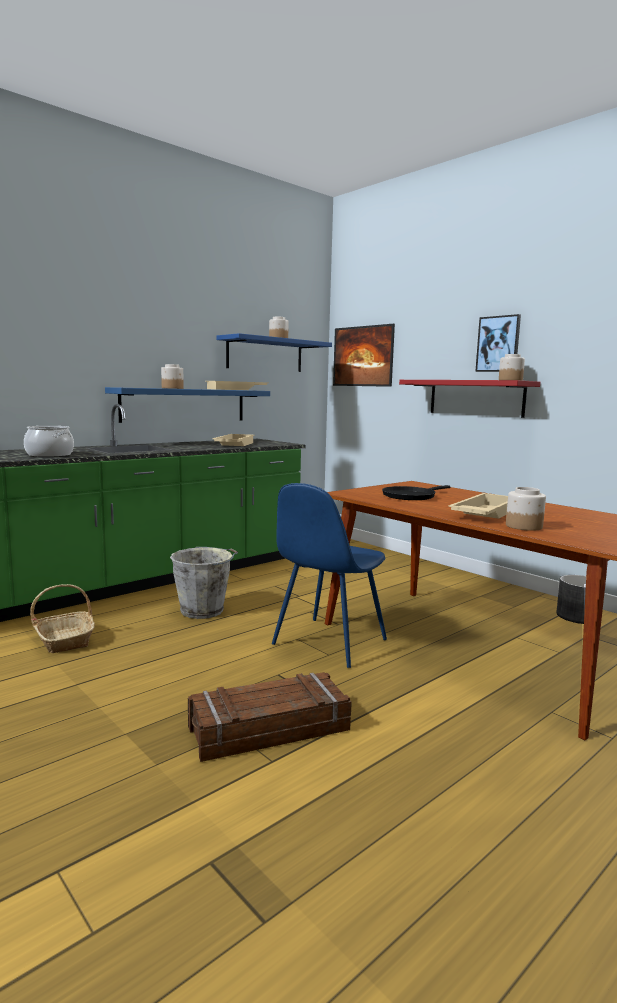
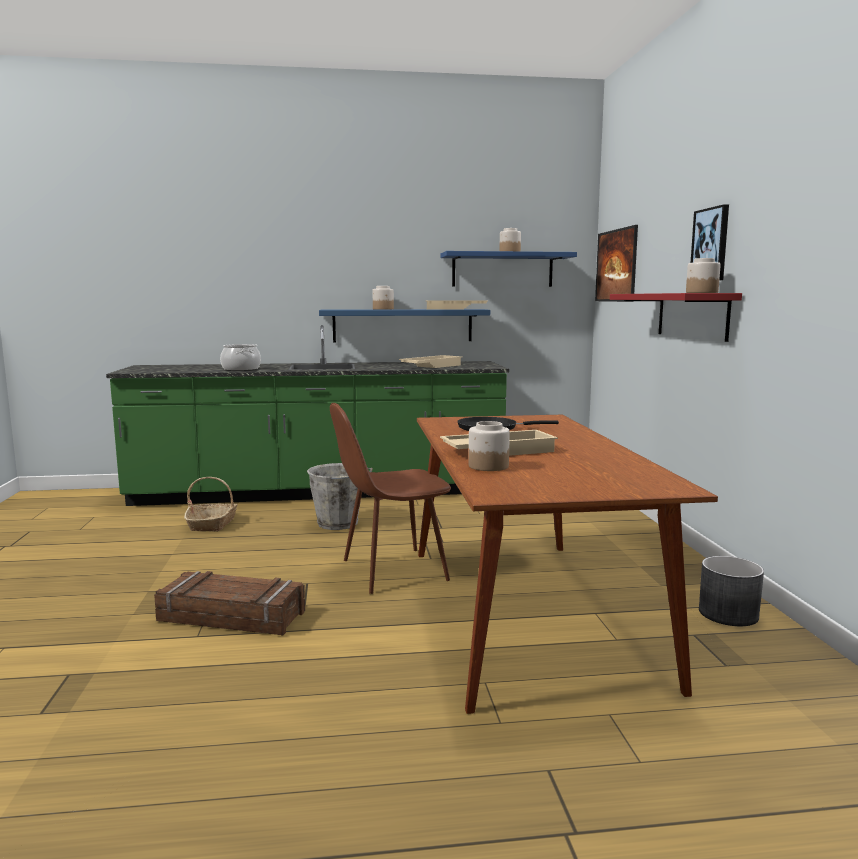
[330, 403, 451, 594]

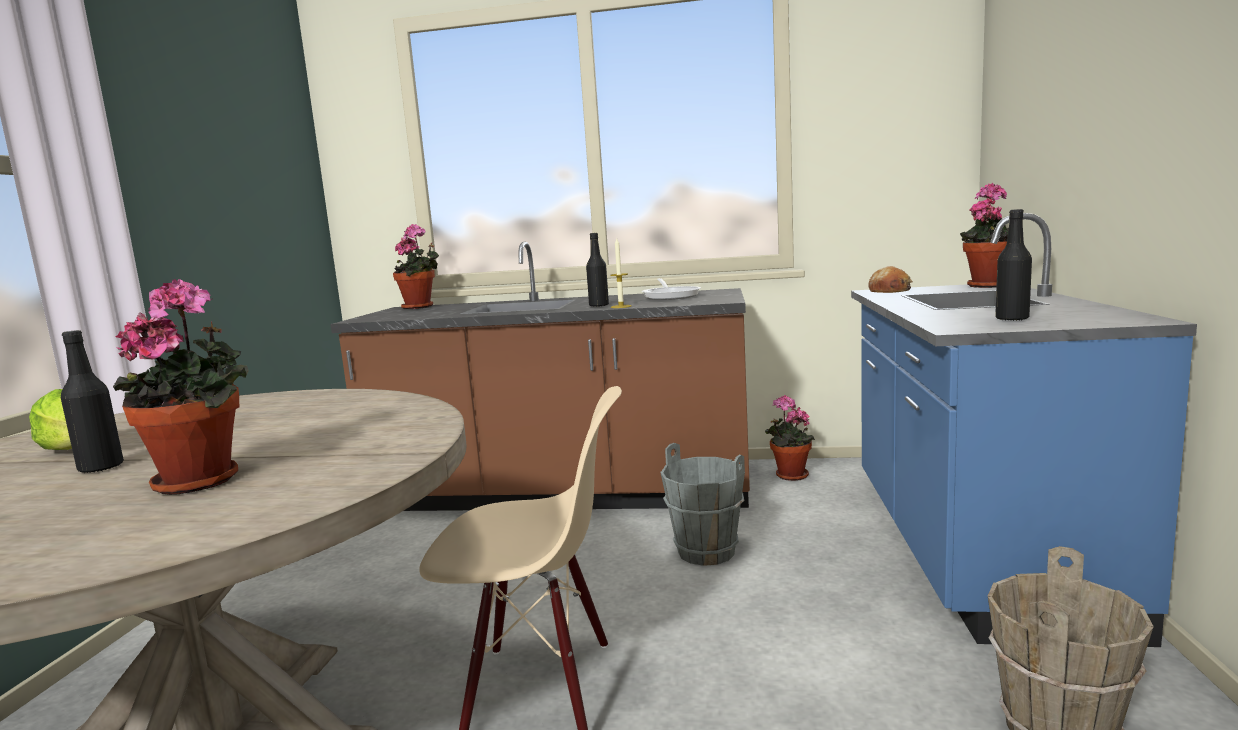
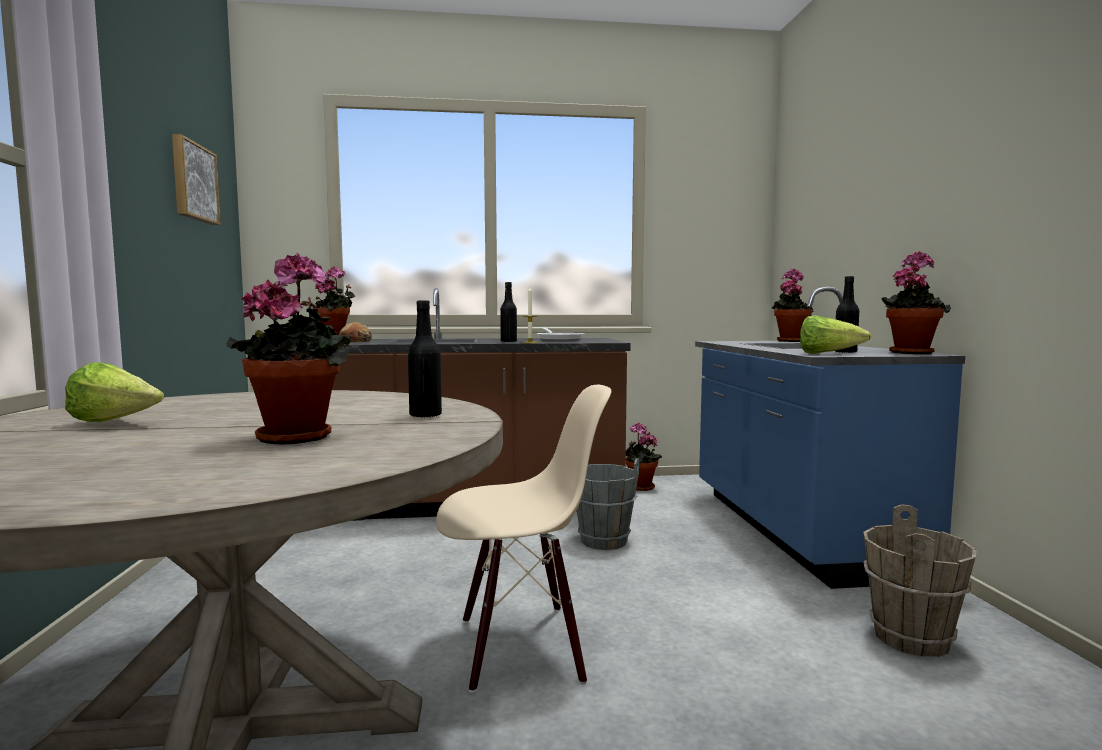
[408, 300, 442, 417]
[339, 322, 372, 342]
[172, 134, 221, 225]
[800, 315, 871, 354]
[882, 251, 951, 354]

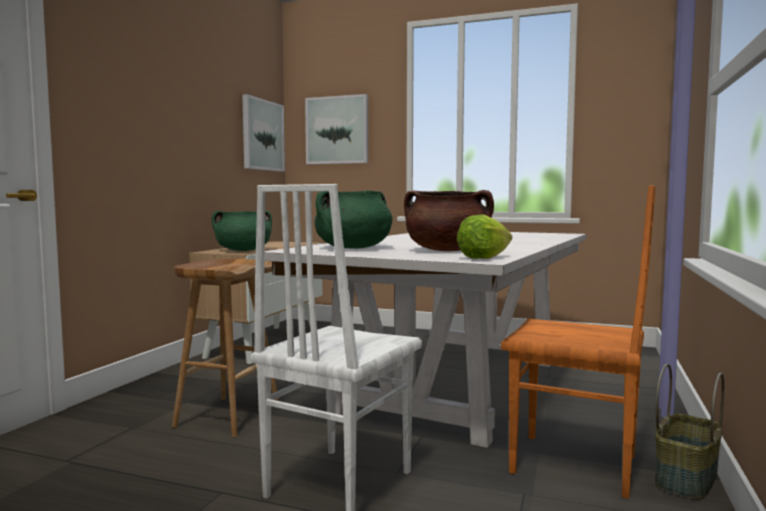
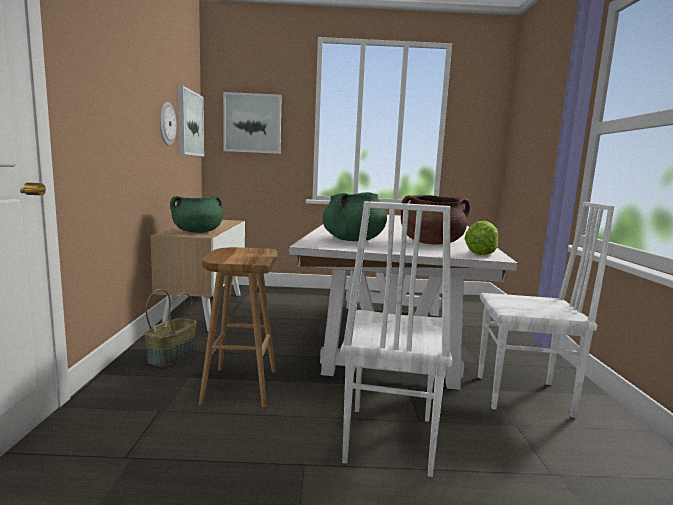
[478, 202, 614, 418]
[144, 289, 197, 367]
[159, 102, 177, 146]

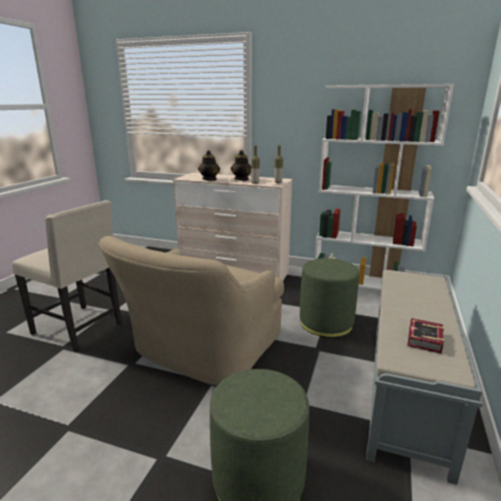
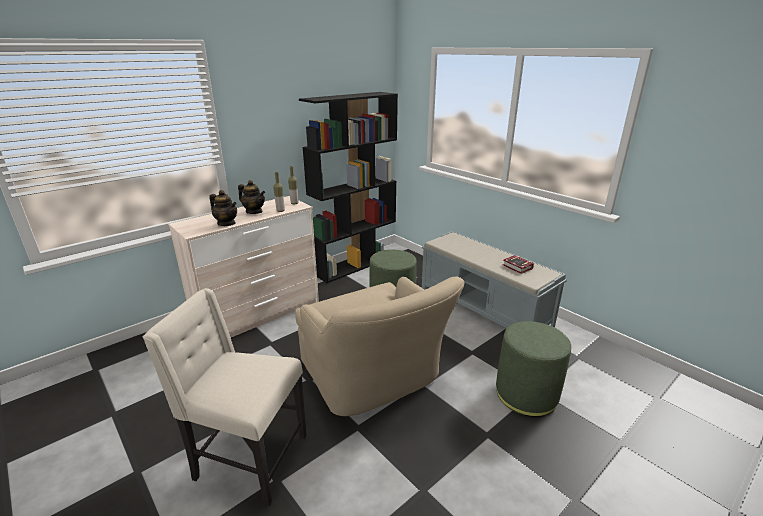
[143, 288, 307, 506]
[299, 92, 398, 283]

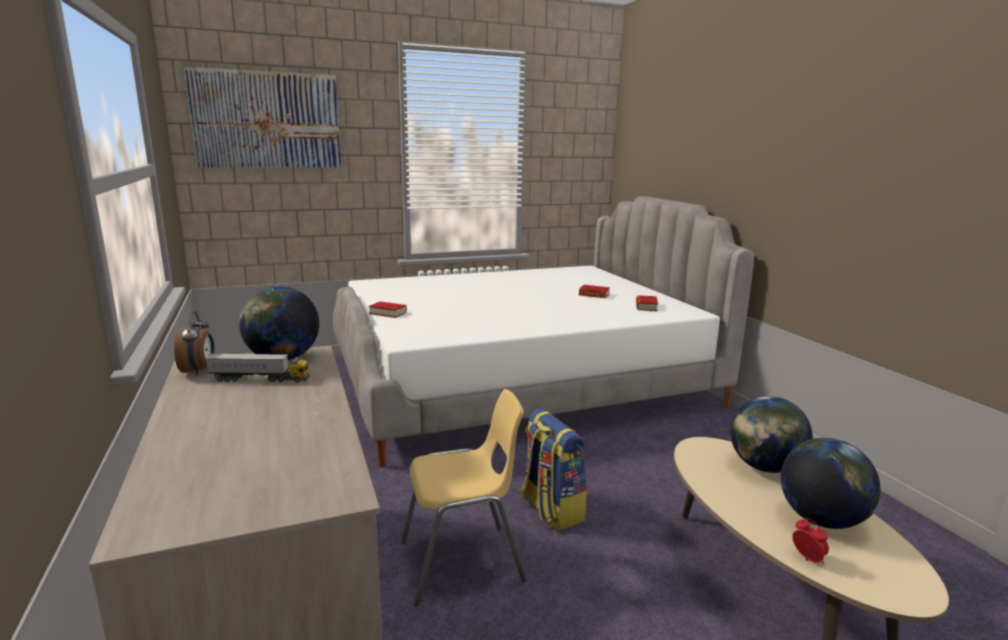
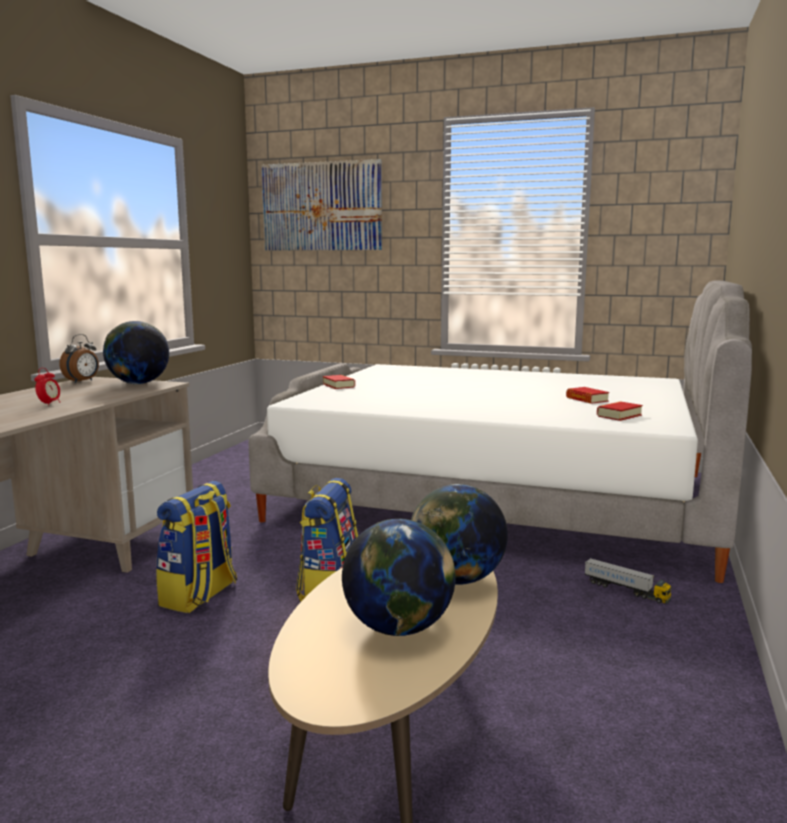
[585, 558, 672, 604]
[156, 481, 237, 613]
[34, 368, 60, 406]

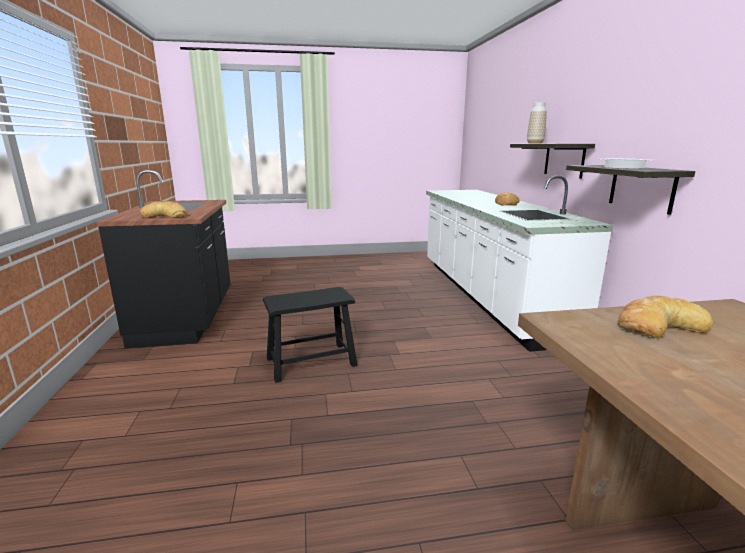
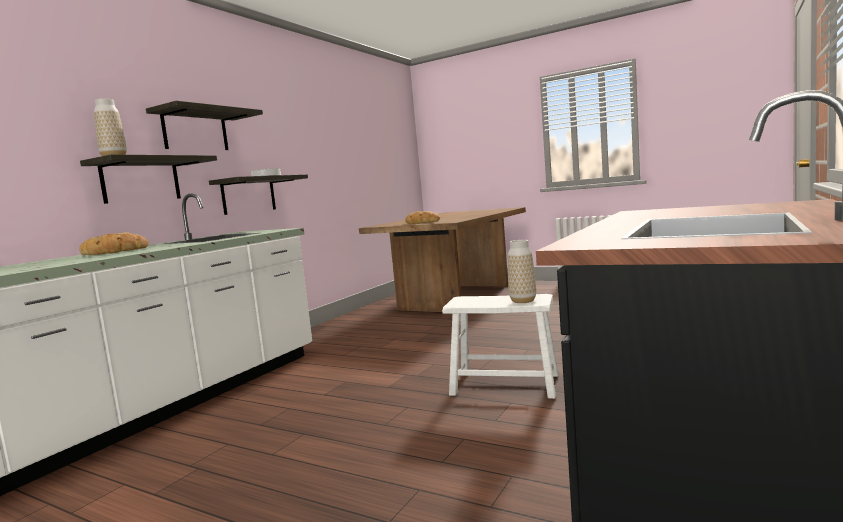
[139, 201, 187, 218] (first image)
[442, 294, 559, 399]
[146, 101, 263, 150]
[508, 240, 536, 303]

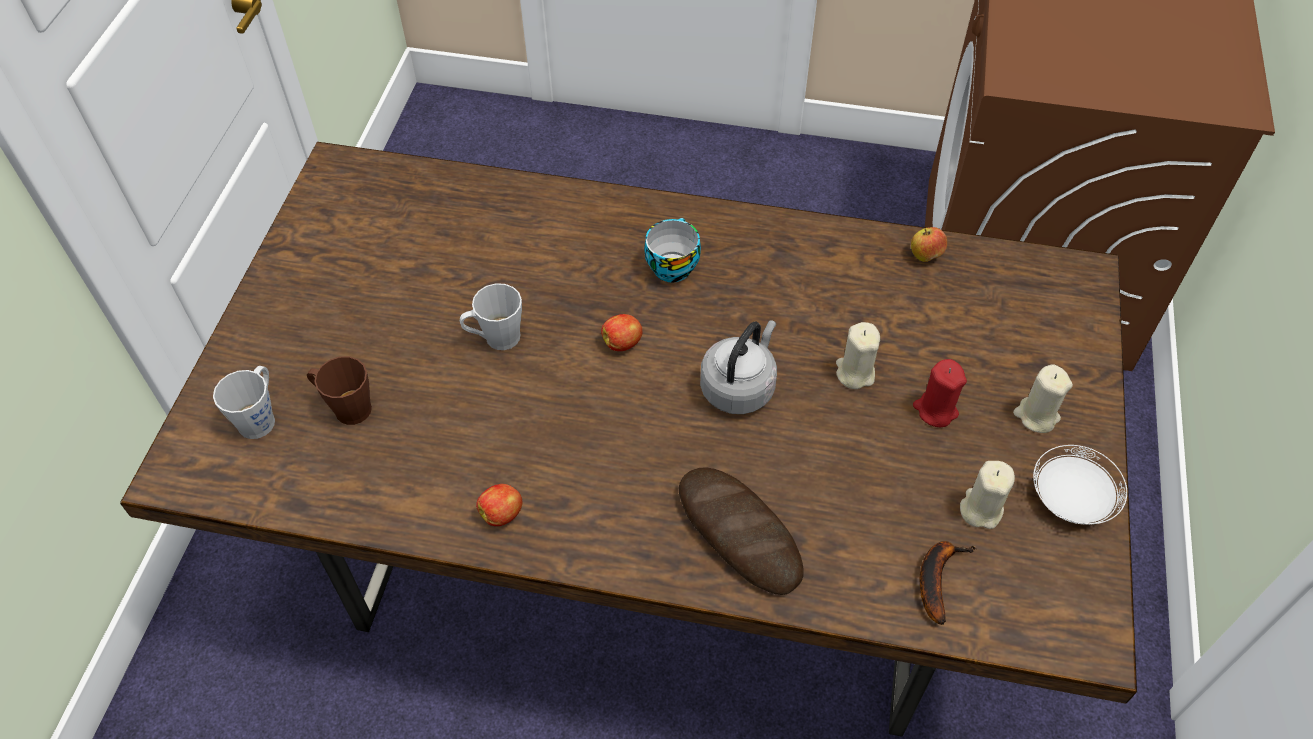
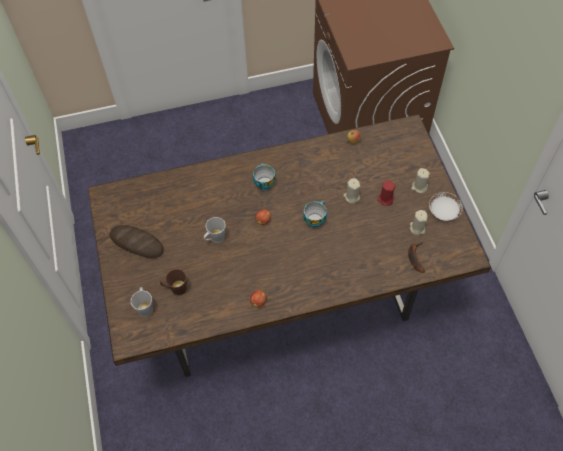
[110, 225, 164, 258]
[303, 201, 327, 228]

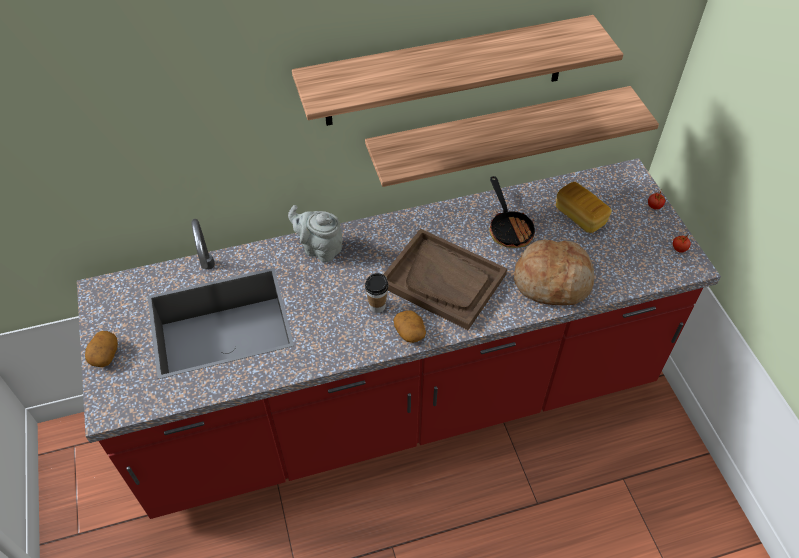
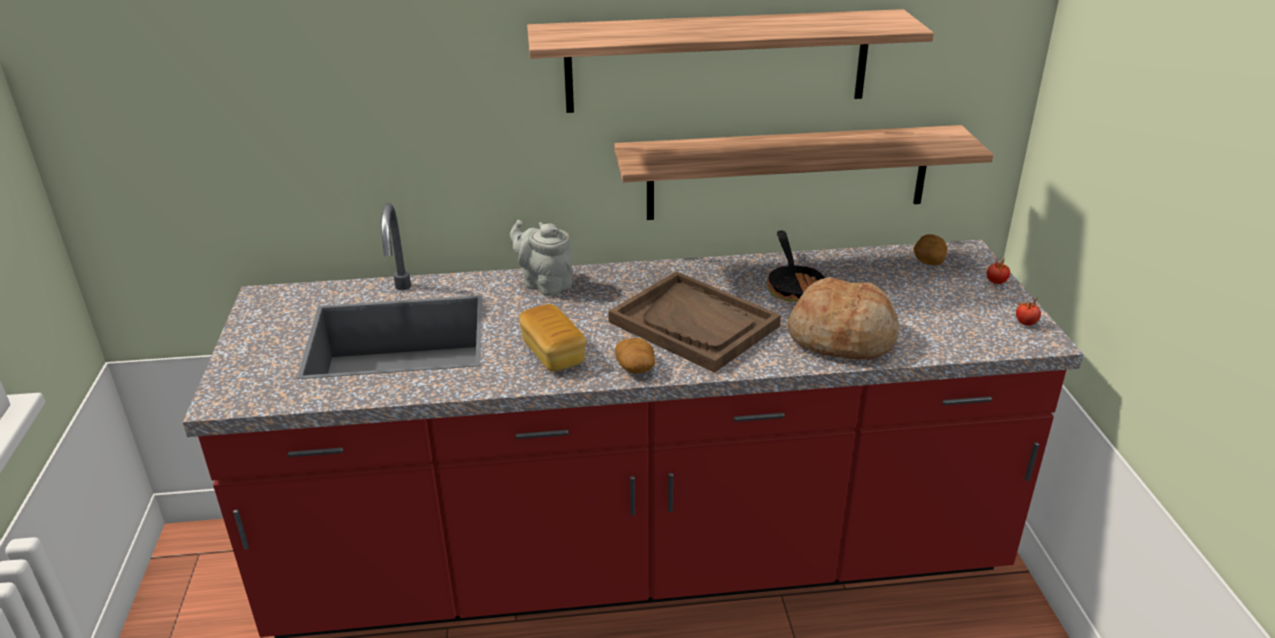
[914, 234, 947, 265]
[365, 273, 388, 313] (first image)
[519, 304, 586, 372]

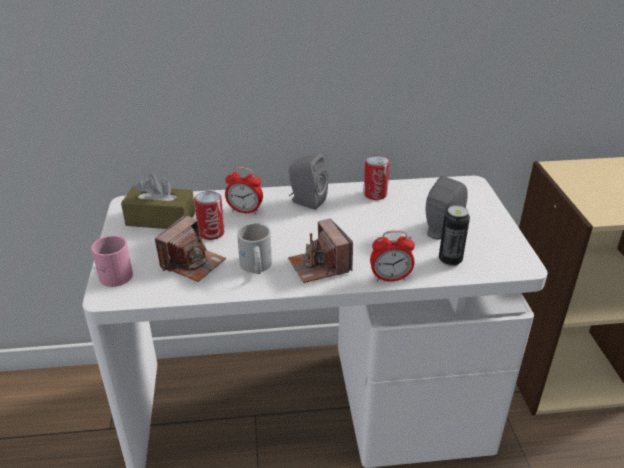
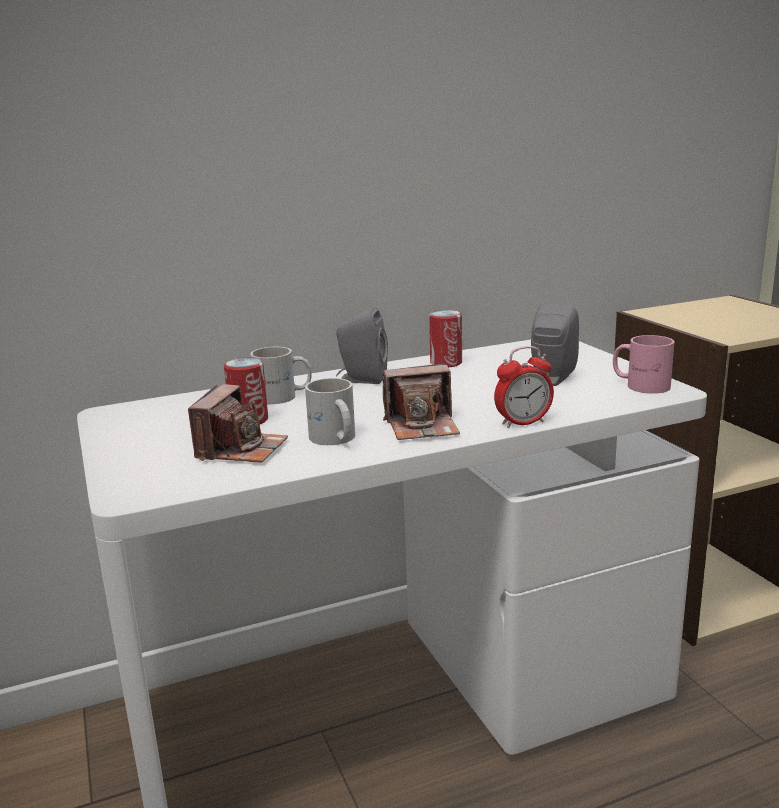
[613, 335, 675, 394]
[121, 174, 195, 229] (first image)
[250, 347, 312, 404]
[382, 363, 460, 440]
[439, 205, 470, 267] (first image)

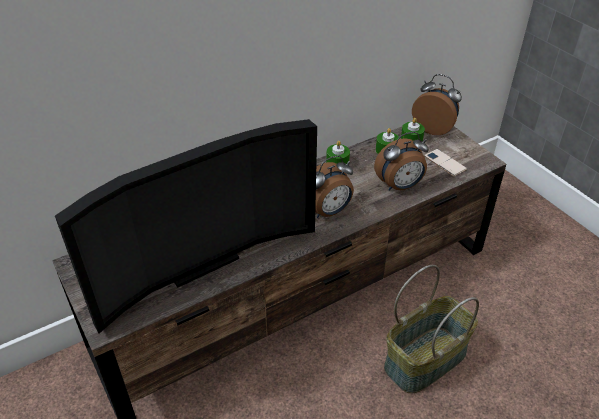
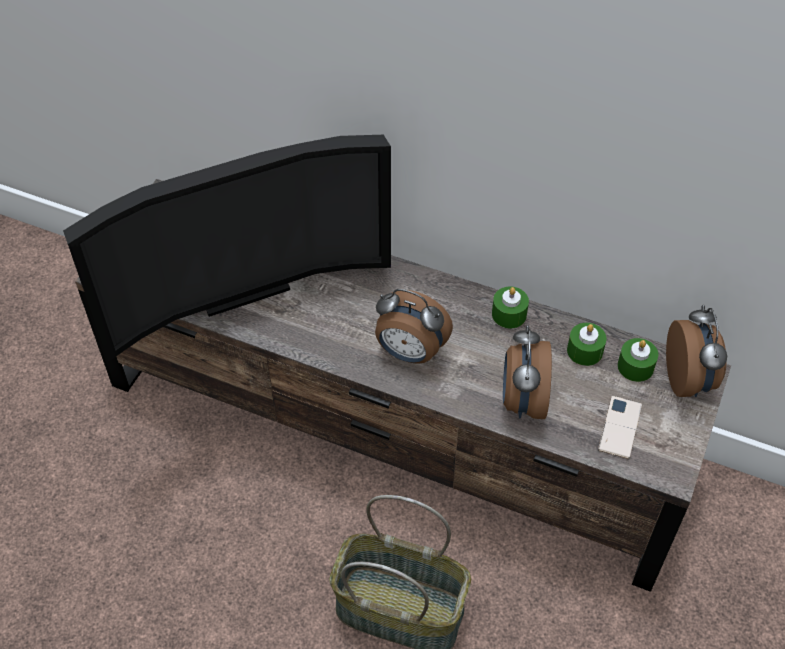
[63, 135, 391, 361]
[503, 325, 552, 419]

